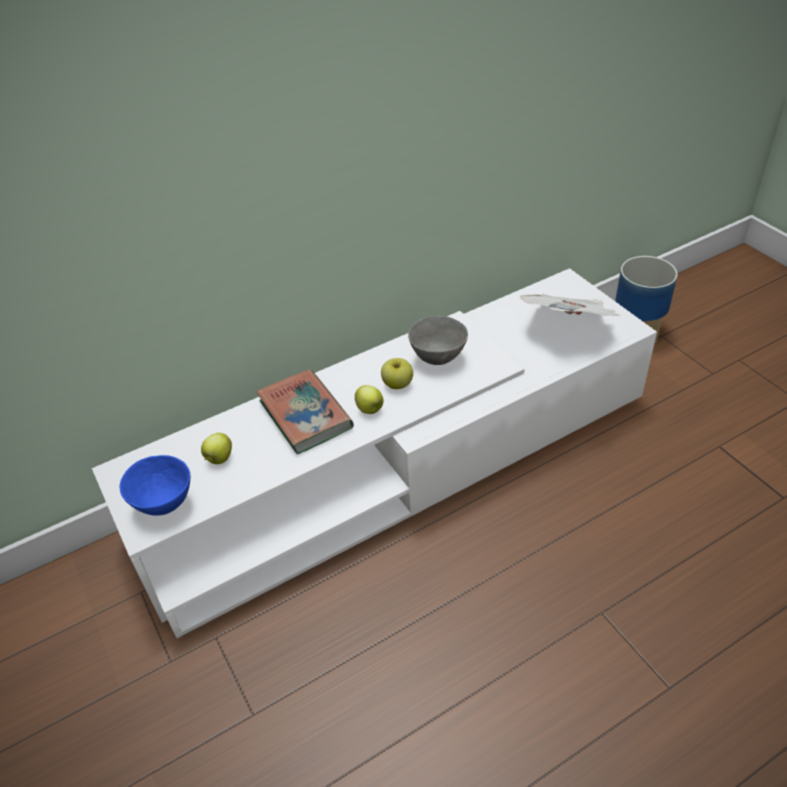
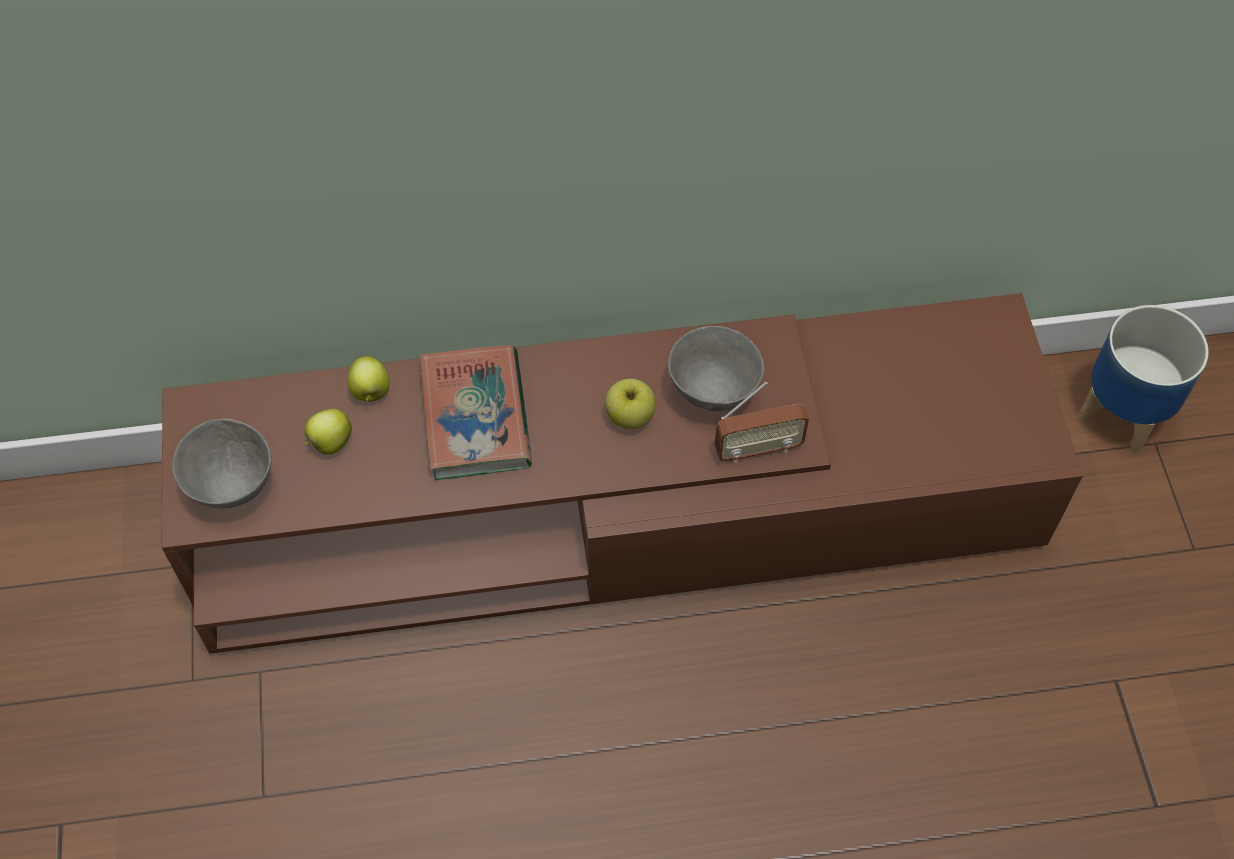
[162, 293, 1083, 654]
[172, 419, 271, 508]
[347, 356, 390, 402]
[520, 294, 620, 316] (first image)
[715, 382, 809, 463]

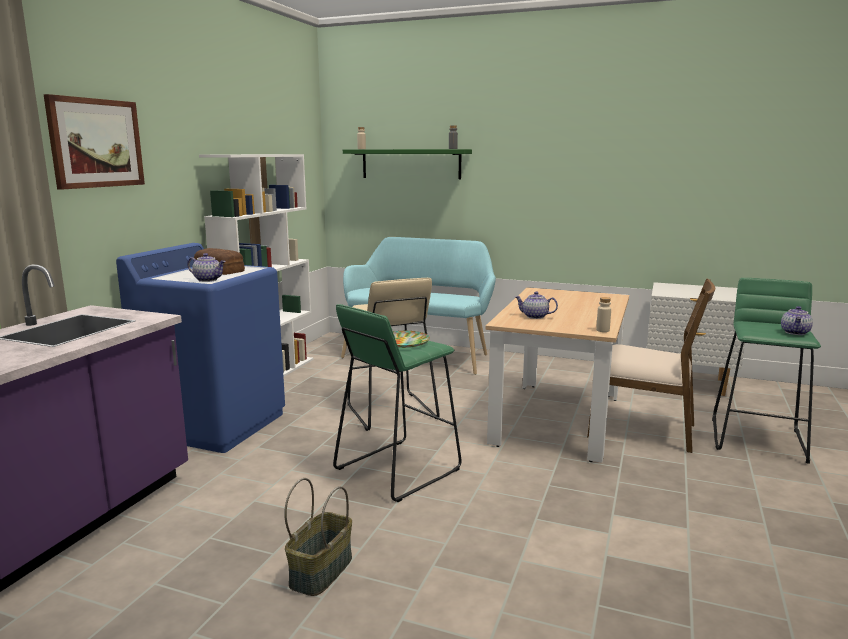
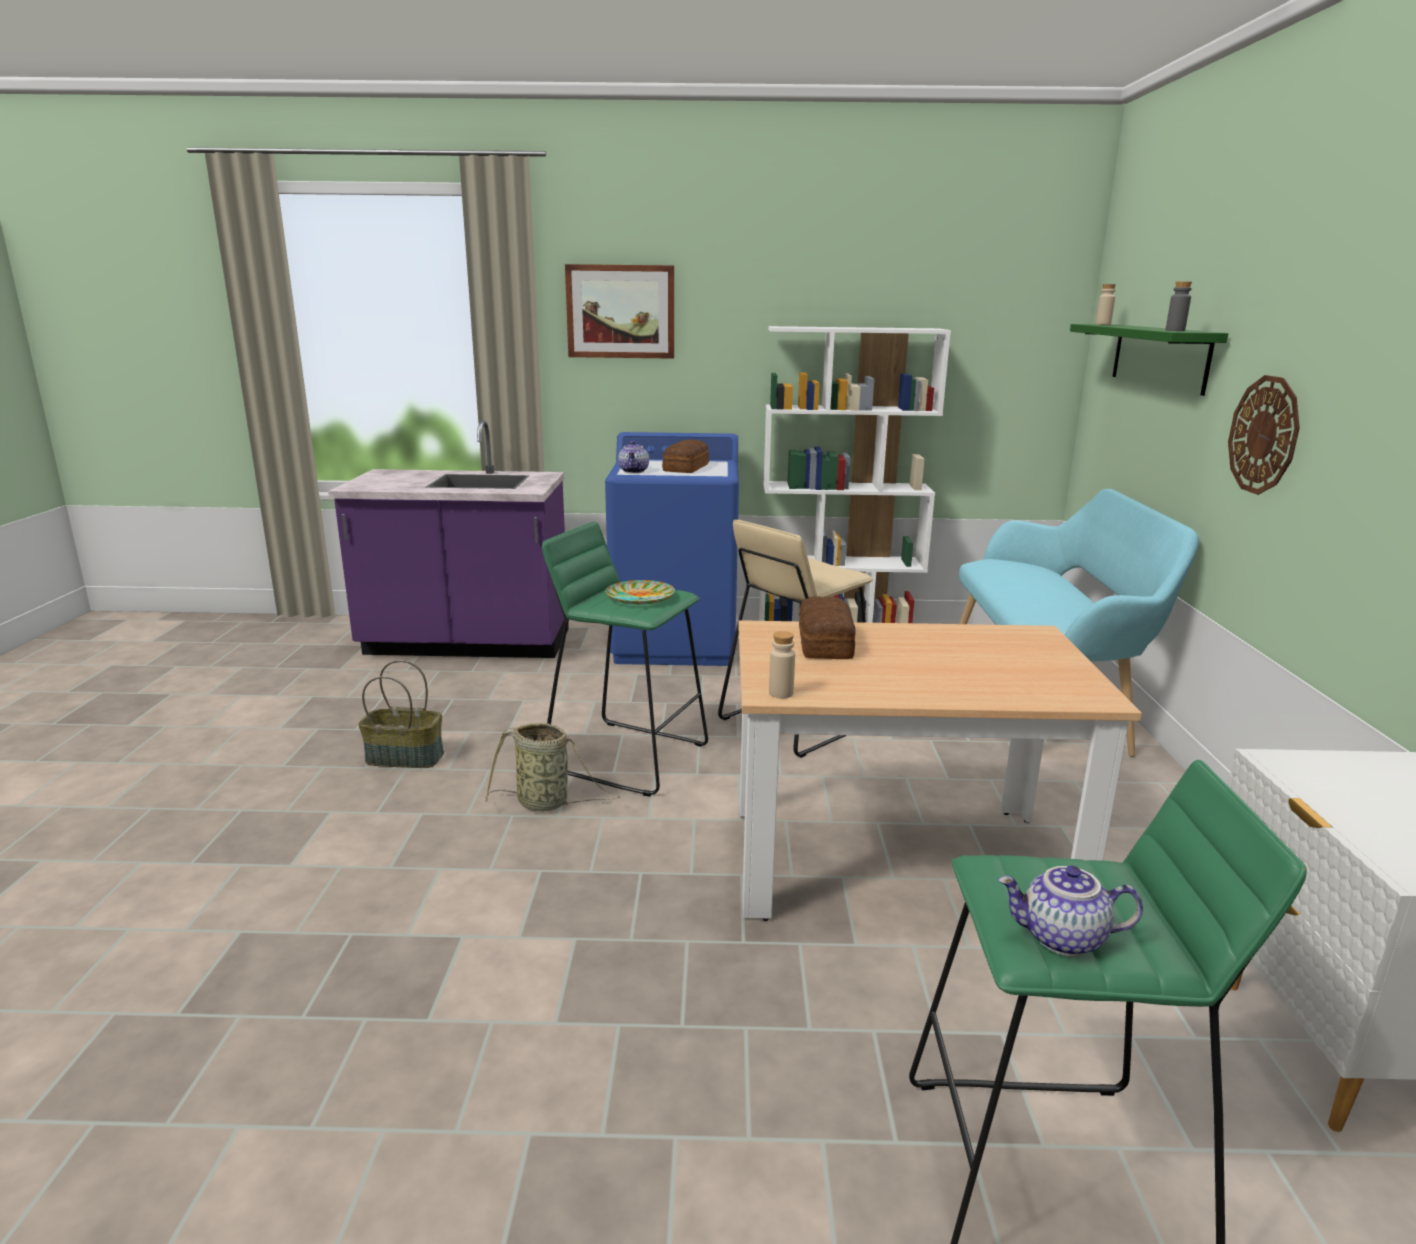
[799, 596, 856, 659]
[587, 278, 715, 453] (first image)
[486, 723, 620, 811]
[1228, 375, 1300, 495]

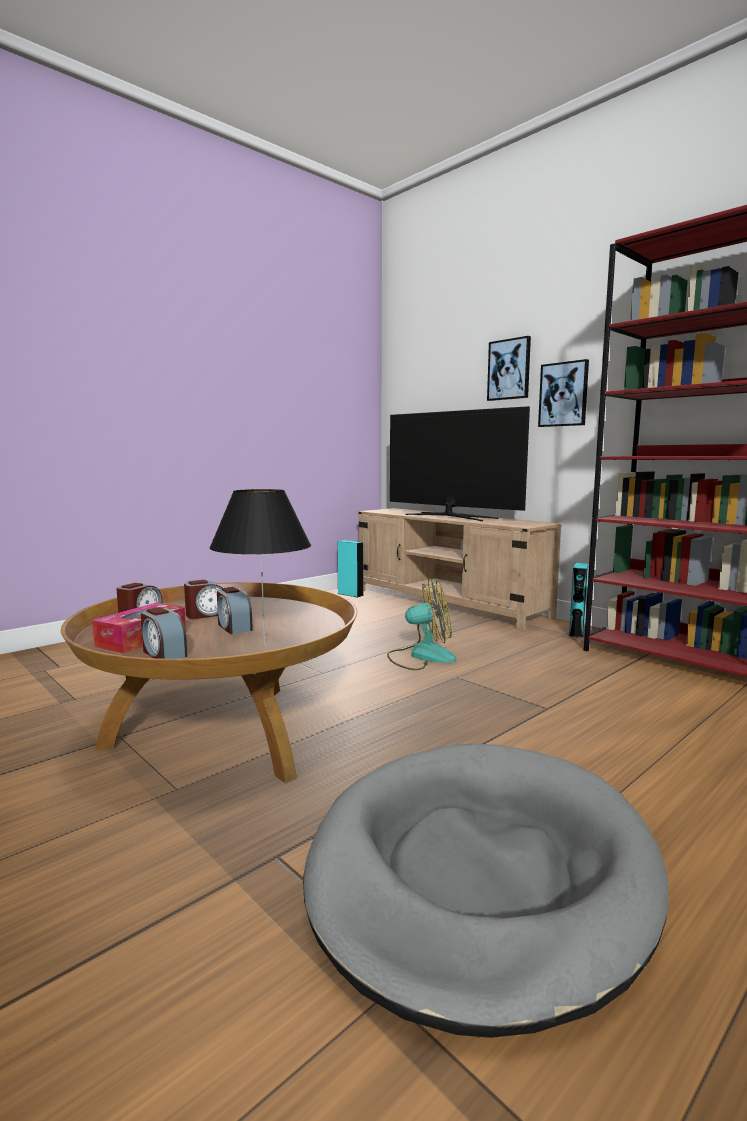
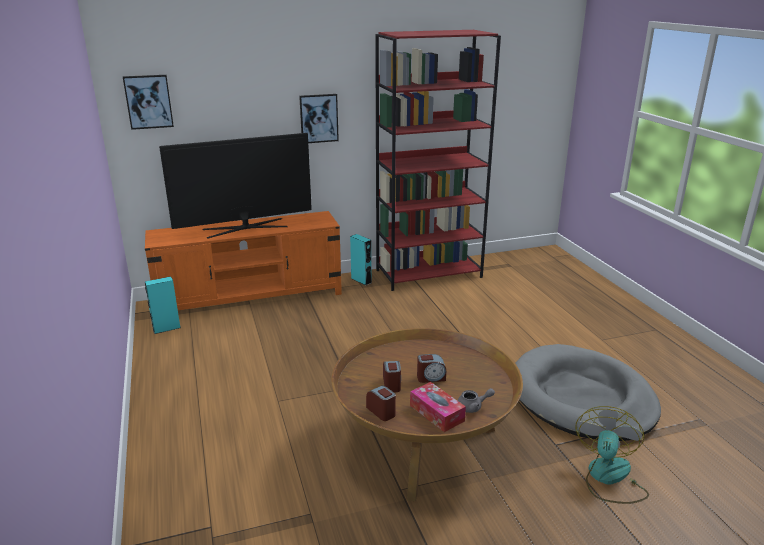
[457, 388, 495, 413]
[209, 489, 311, 646] (first image)
[145, 211, 342, 310]
[575, 406, 649, 504]
[123, 75, 174, 130]

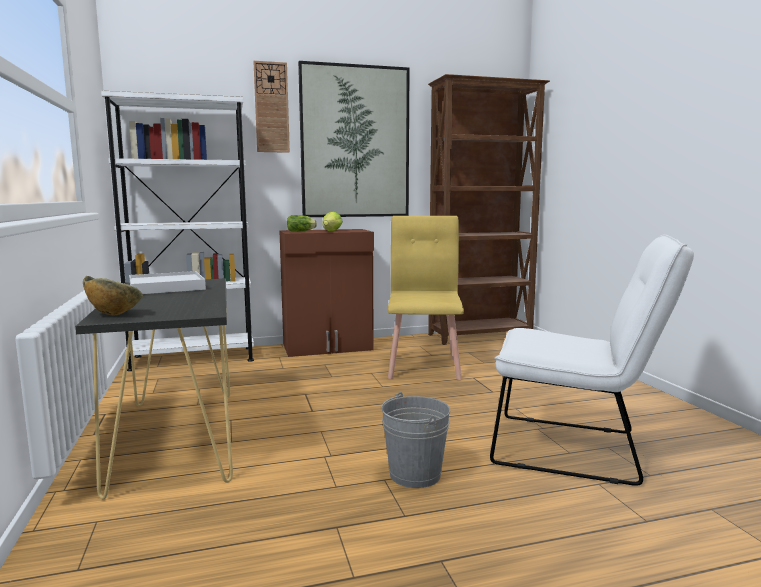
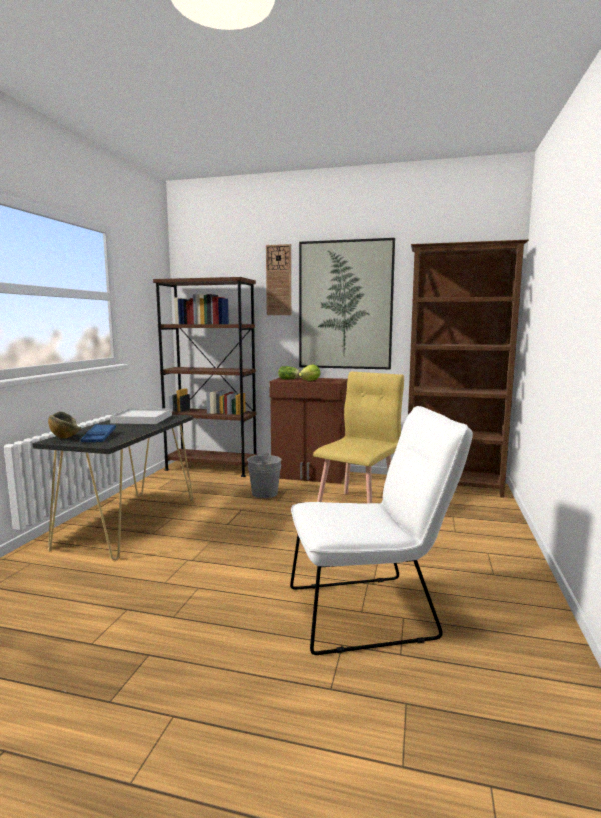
[153, 277, 257, 477]
[247, 452, 282, 498]
[290, 406, 473, 655]
[81, 424, 116, 442]

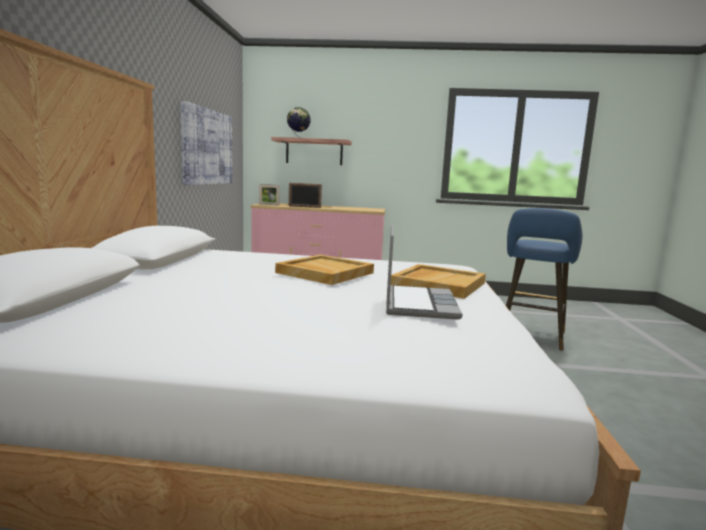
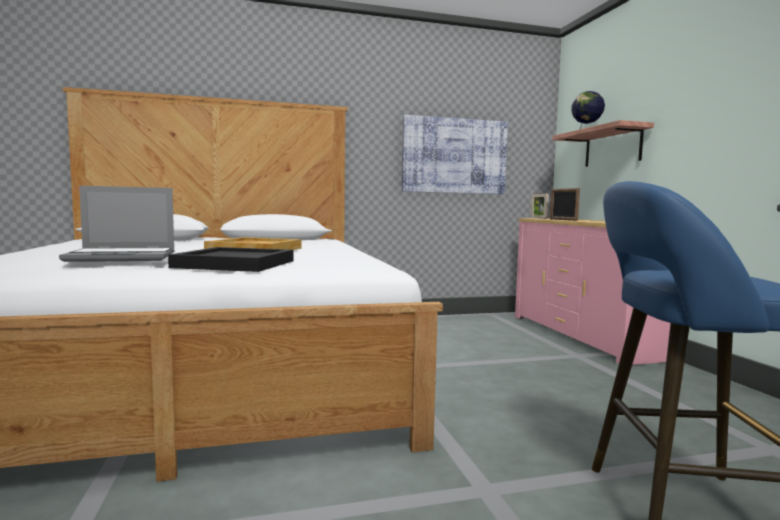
[168, 247, 294, 272]

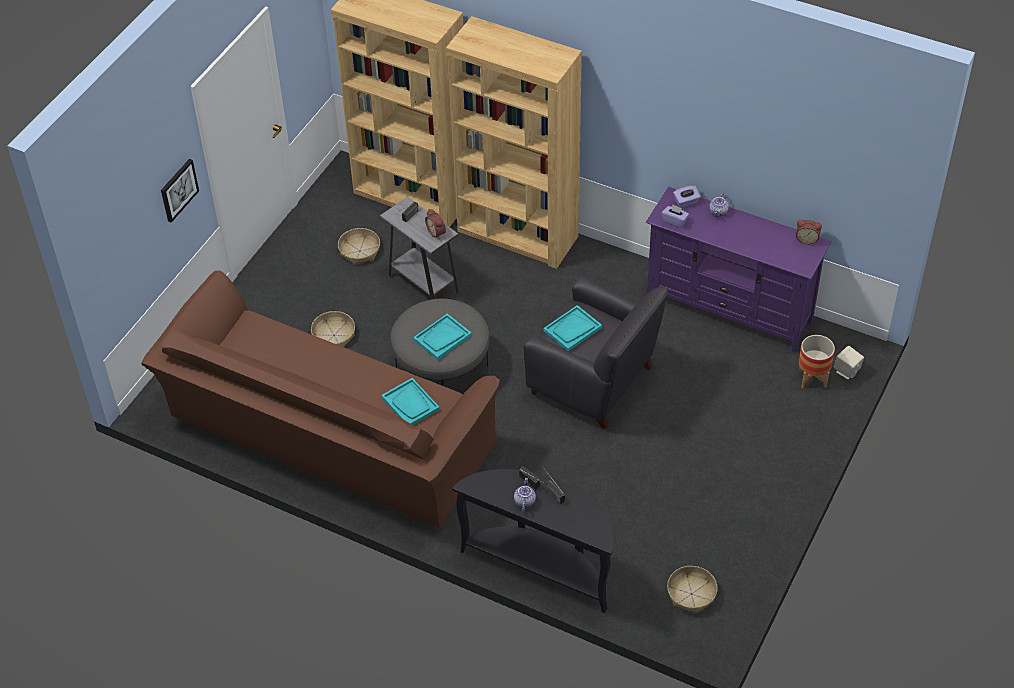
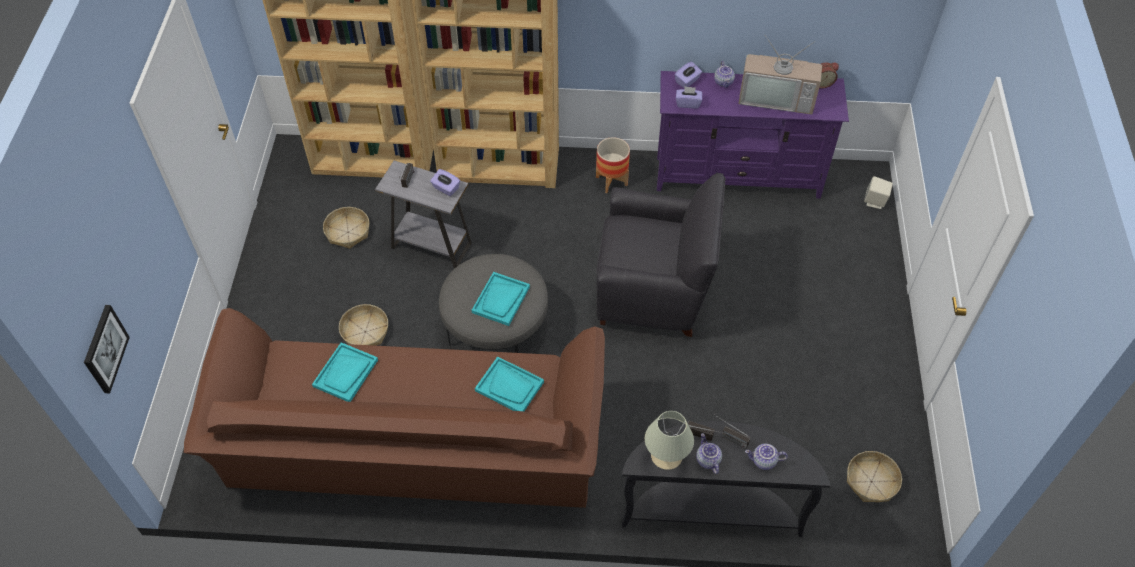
[84, 305, 130, 393]
[430, 169, 460, 196]
[312, 342, 378, 402]
[596, 137, 630, 193]
[645, 411, 694, 470]
[738, 37, 822, 114]
[745, 444, 788, 470]

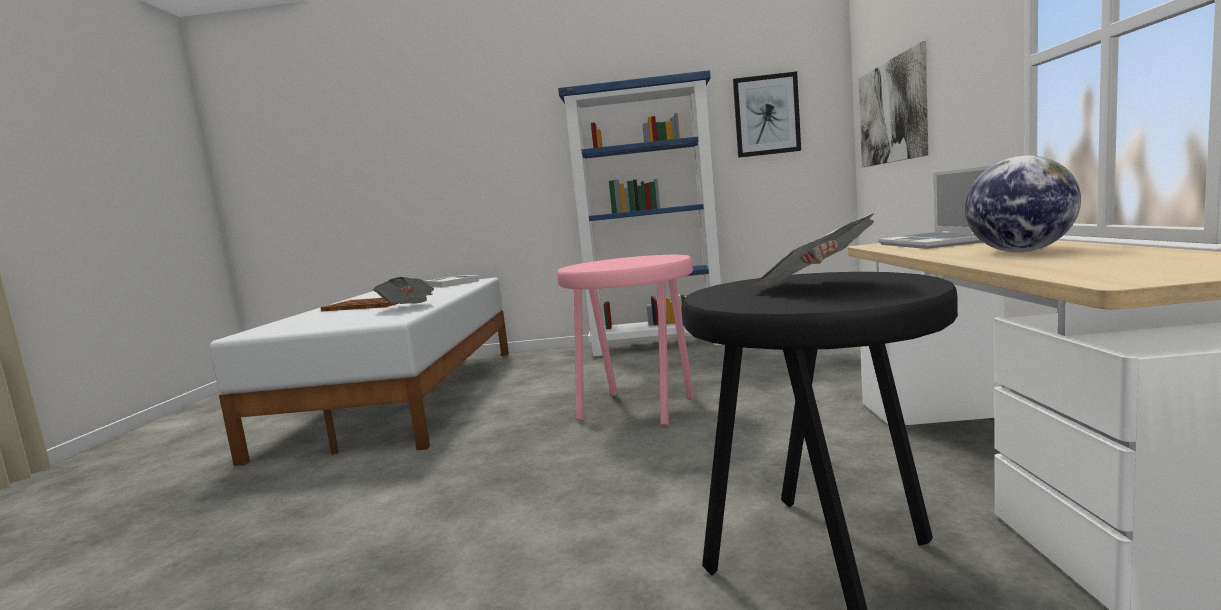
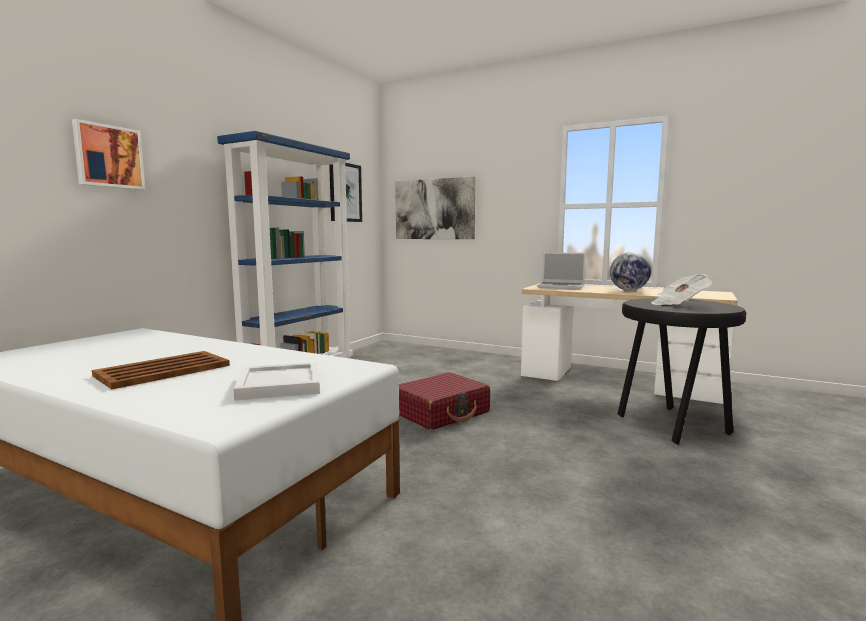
[373, 277, 434, 304] (first image)
[234, 362, 320, 401]
[399, 372, 490, 430]
[72, 119, 145, 190]

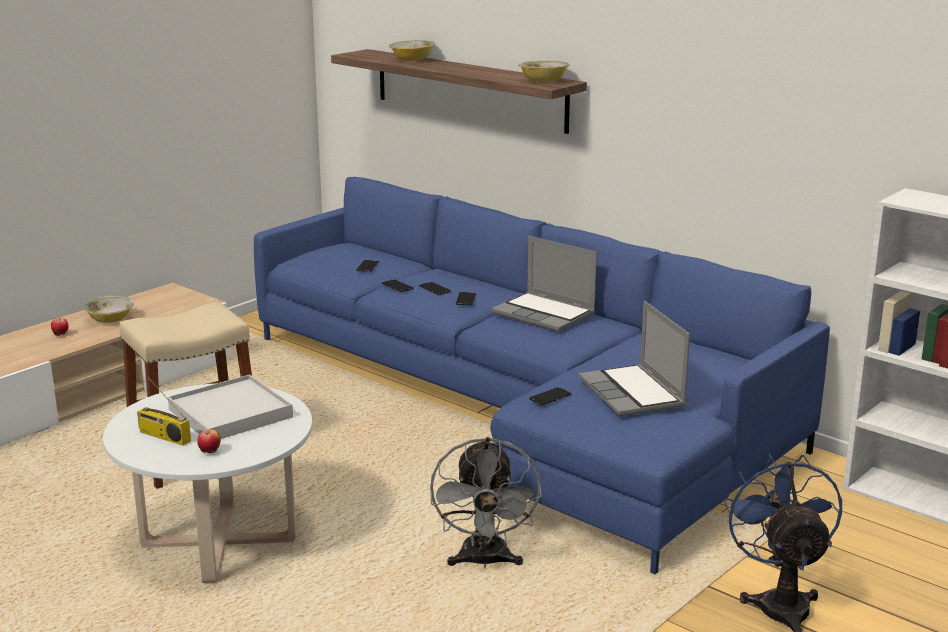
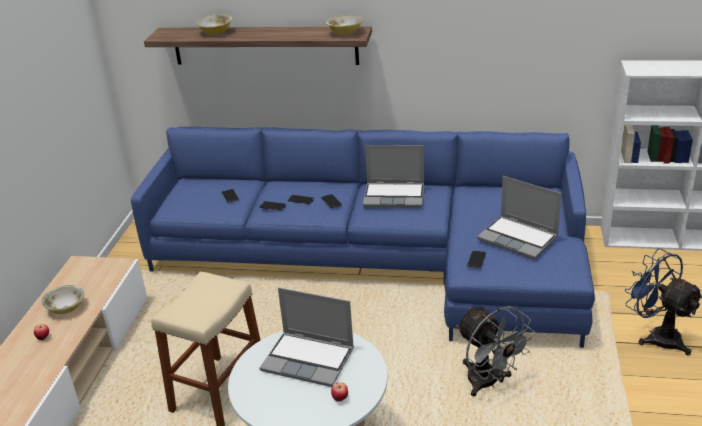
[137, 377, 191, 446] (first image)
[260, 288, 354, 387]

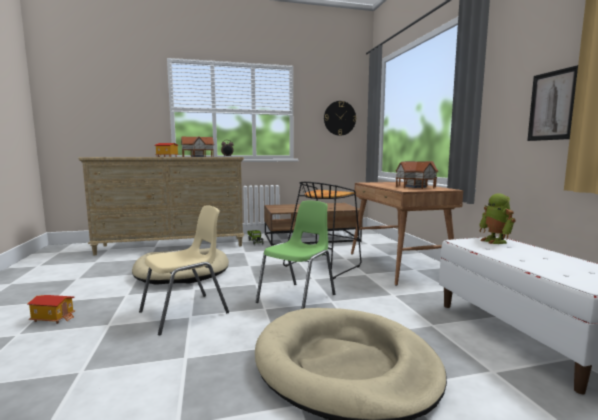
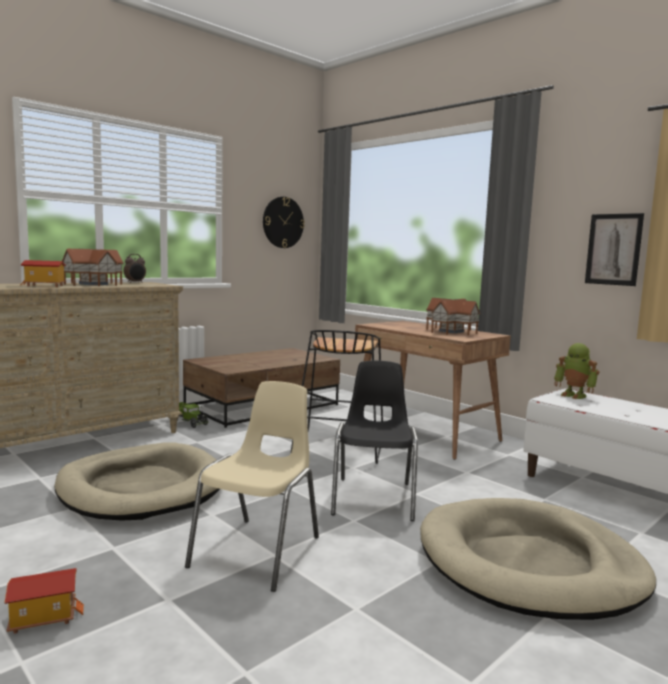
[331, 361, 418, 521]

